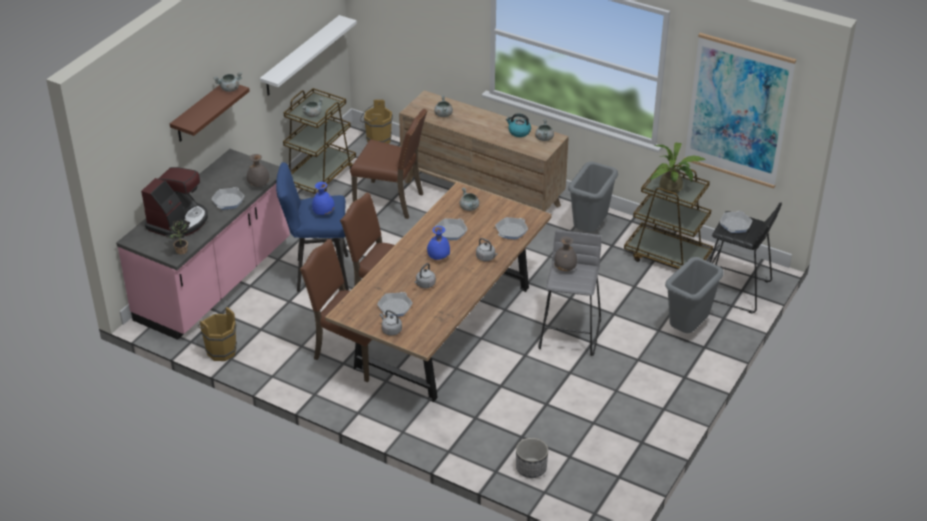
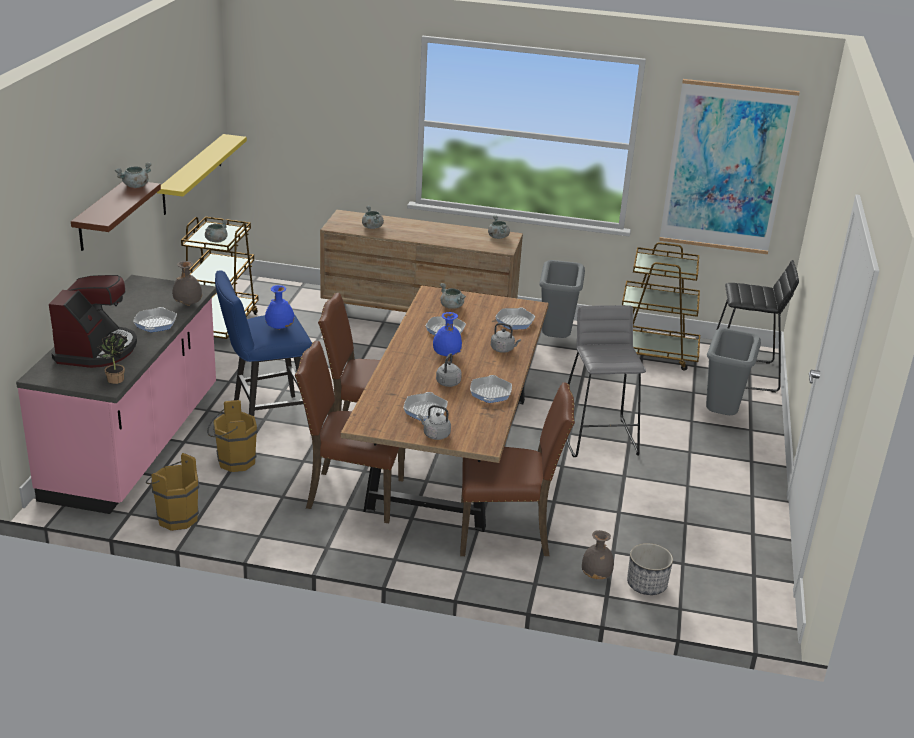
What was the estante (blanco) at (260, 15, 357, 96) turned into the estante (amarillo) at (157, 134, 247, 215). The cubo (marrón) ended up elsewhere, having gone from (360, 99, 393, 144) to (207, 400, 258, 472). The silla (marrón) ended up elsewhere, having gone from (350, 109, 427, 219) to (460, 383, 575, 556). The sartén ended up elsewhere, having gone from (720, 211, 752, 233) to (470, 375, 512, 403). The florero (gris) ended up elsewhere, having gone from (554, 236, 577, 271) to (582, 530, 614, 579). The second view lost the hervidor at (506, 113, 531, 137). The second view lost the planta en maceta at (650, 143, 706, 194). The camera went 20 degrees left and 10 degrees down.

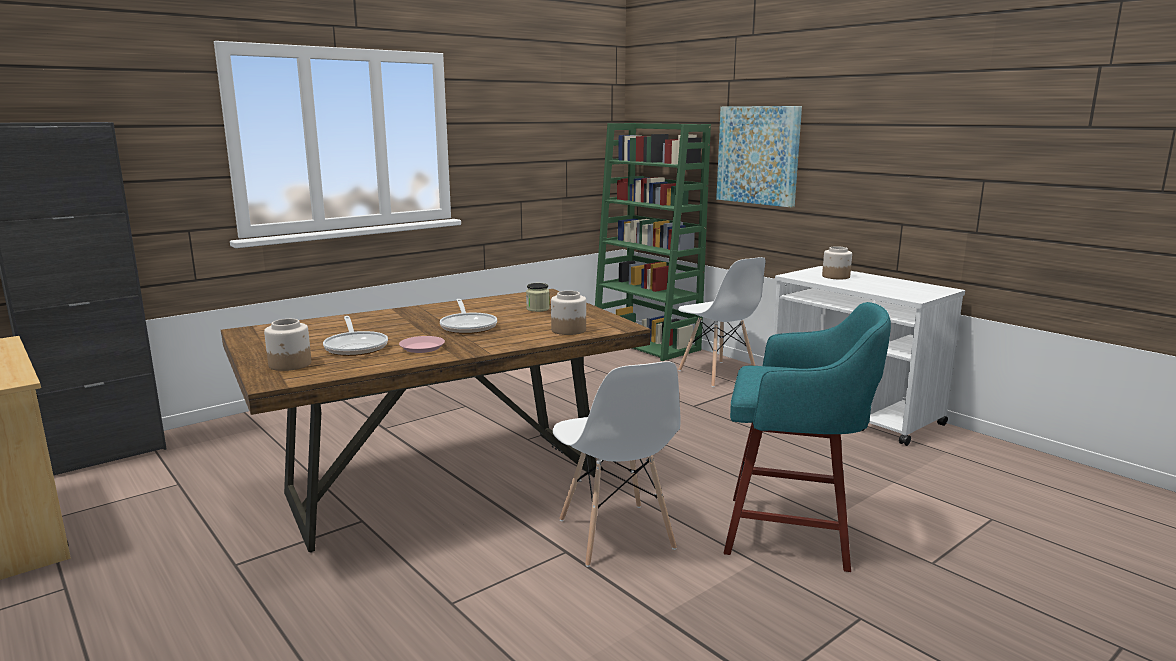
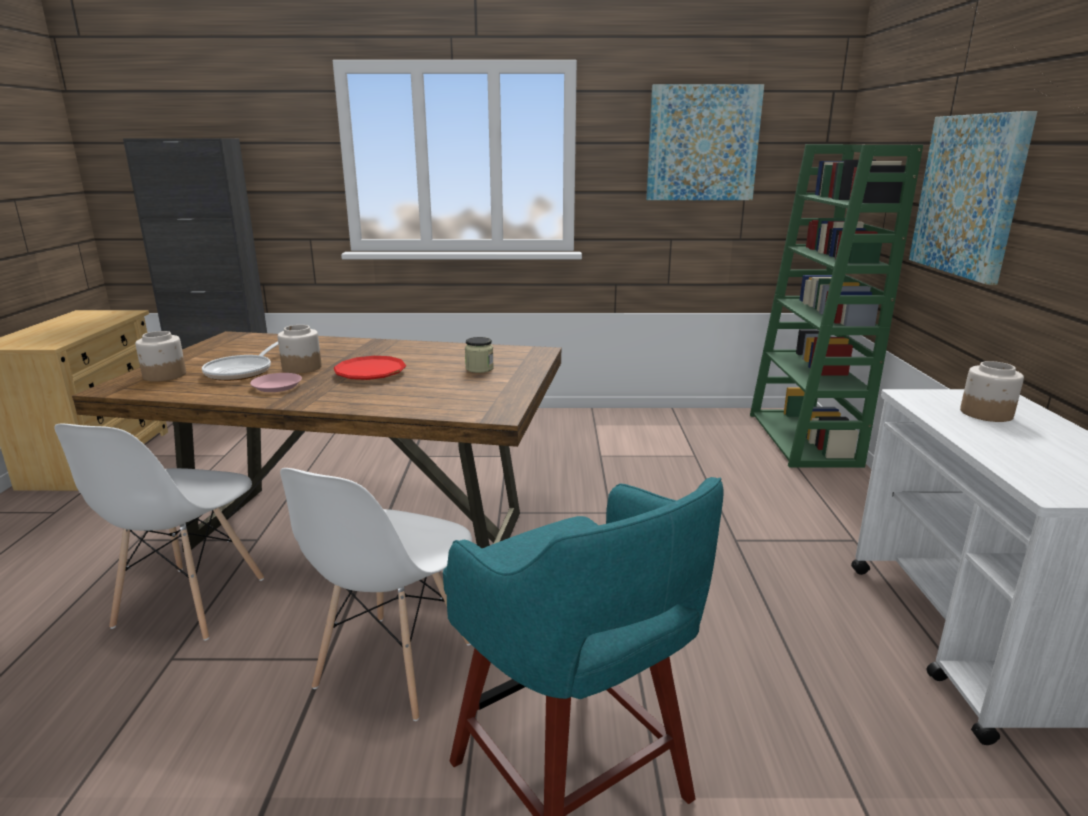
The silla (blanco) ended up elsewhere, having gone from (678, 257, 766, 387) to (54, 424, 264, 641). The tarro ended up elsewhere, having gone from (551, 291, 586, 335) to (277, 325, 322, 373). Where the sartén stood at (440, 299, 497, 334), the plato (rojo) came to stand at (334, 356, 406, 380). The second view gained the cuadro at (646, 84, 764, 200). The camera went 40 degrees right and 5 degrees up.

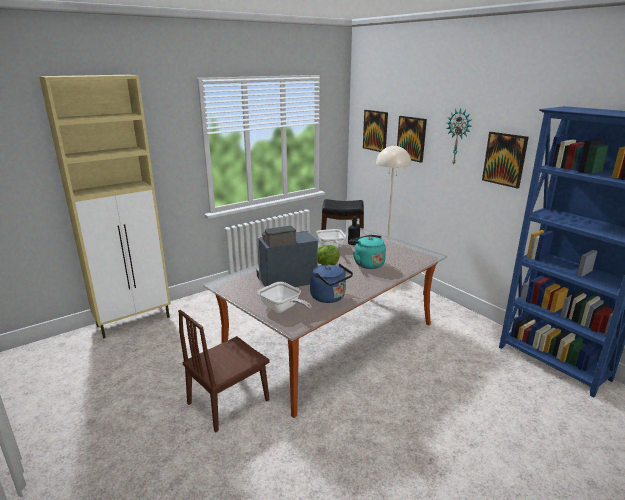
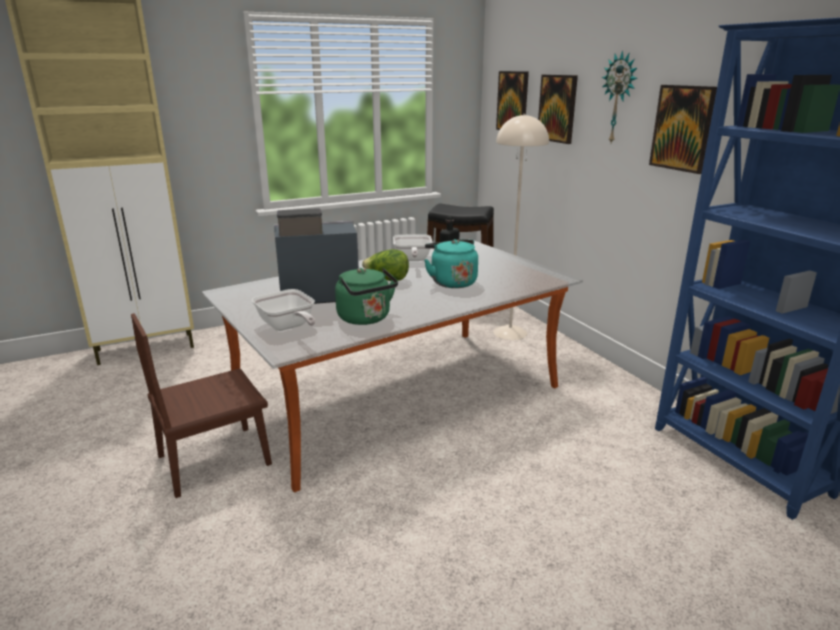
What was the hervidor (azul) at (310, 264, 353, 303) turned into the hervidor (verde) at (335, 268, 398, 325). The camera went 10 degrees right and 0 degrees up.

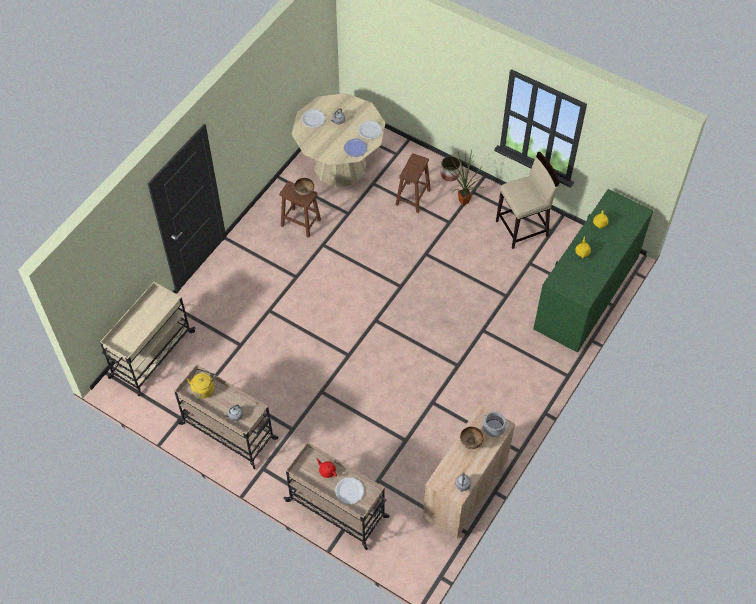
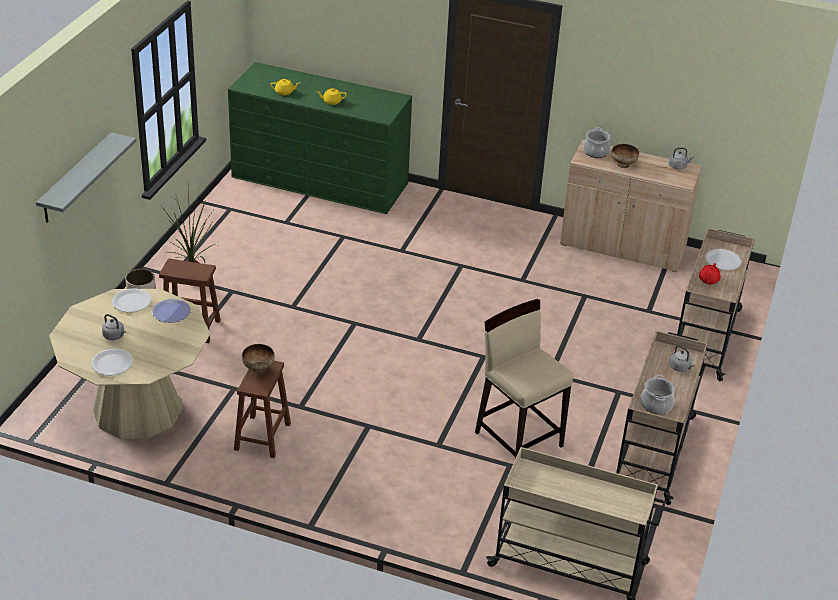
The second view gained the estante (gris) at (36, 132, 136, 223). The taburete (beis) ended up elsewhere, having gone from (496, 152, 560, 249) to (475, 299, 573, 459). Where the hervidor (amarillo) stood at (187, 369, 216, 399), the olla came to stand at (640, 375, 675, 414). The camera went 105 degrees left and 20 degrees down.

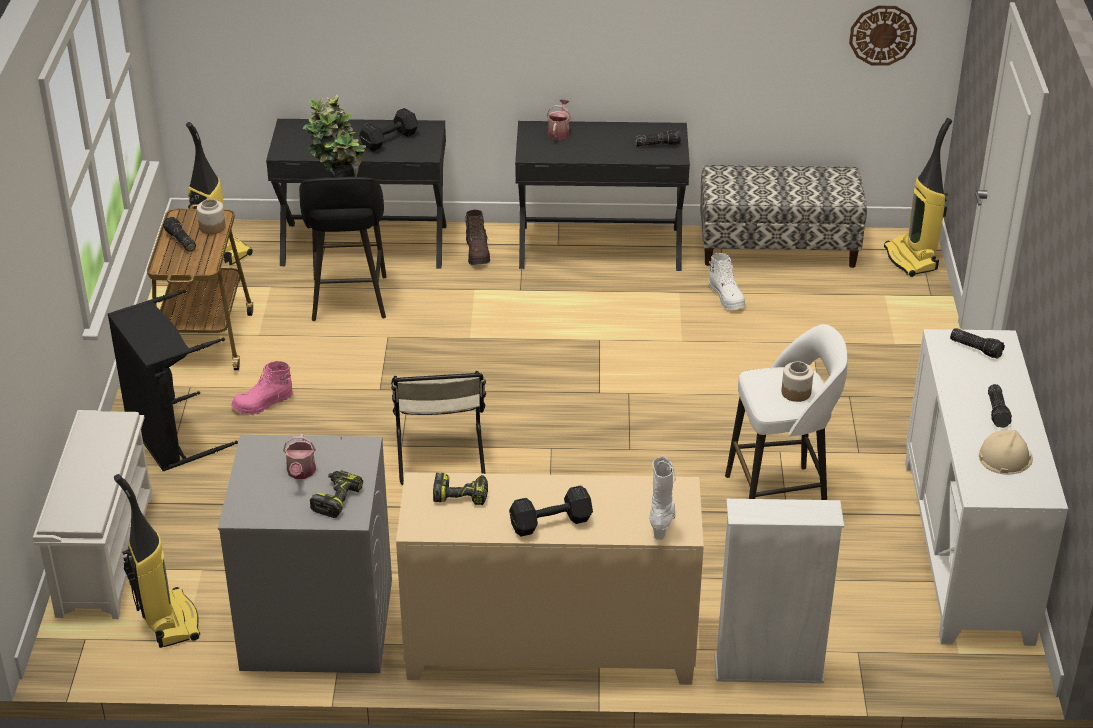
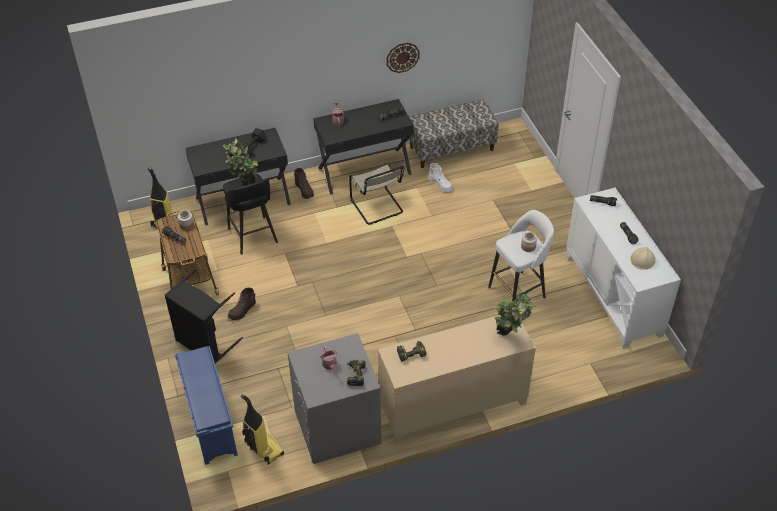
What was the zapatero (blanco) at (33, 410, 153, 619) turned into the zapatero (azul) at (175, 346, 238, 465). What was the bota (rosa) at (231, 361, 293, 415) turned into the bota (marrón) at (228, 287, 256, 320). The silla (beis) ended up elsewhere, having gone from (391, 371, 486, 485) to (349, 163, 404, 225). The reloj de pared ended up elsewhere, having gone from (849, 6, 917, 66) to (387, 43, 420, 73). Where the bota (blanco) stood at (649, 456, 676, 540), the planta en maceta came to stand at (494, 293, 536, 336). The second view lost the mancuerna (negro) at (509, 485, 593, 537). The second view lost the estantería (blanco) at (715, 499, 844, 683). The second view lost the aspiradora at (884, 118, 952, 277). The camera went 20 degrees left and 10 degrees up.

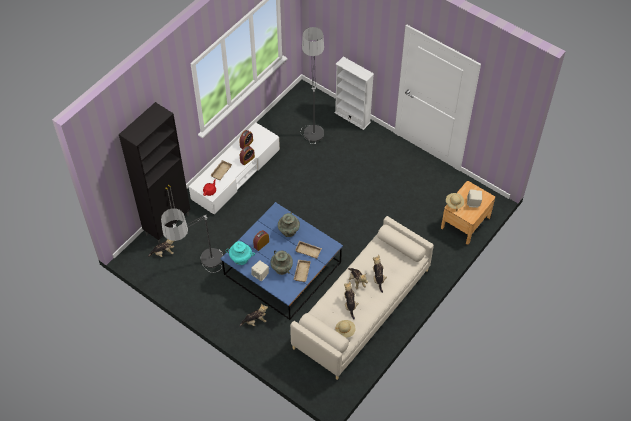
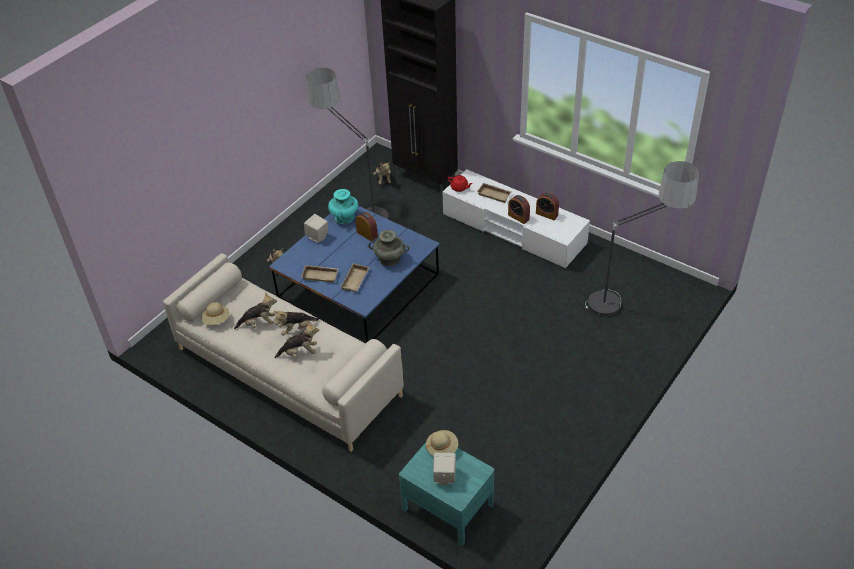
What was the mesita de noche (marrón) at (441, 181, 495, 245) turned into the mesita de noche (turquesa) at (399, 442, 494, 546). The second view lost the florero (turquesa) at (270, 250, 293, 275). The second view lost the estantería (blanco) at (334, 57, 374, 130). The camera went 90 degrees right and 10 degrees down.

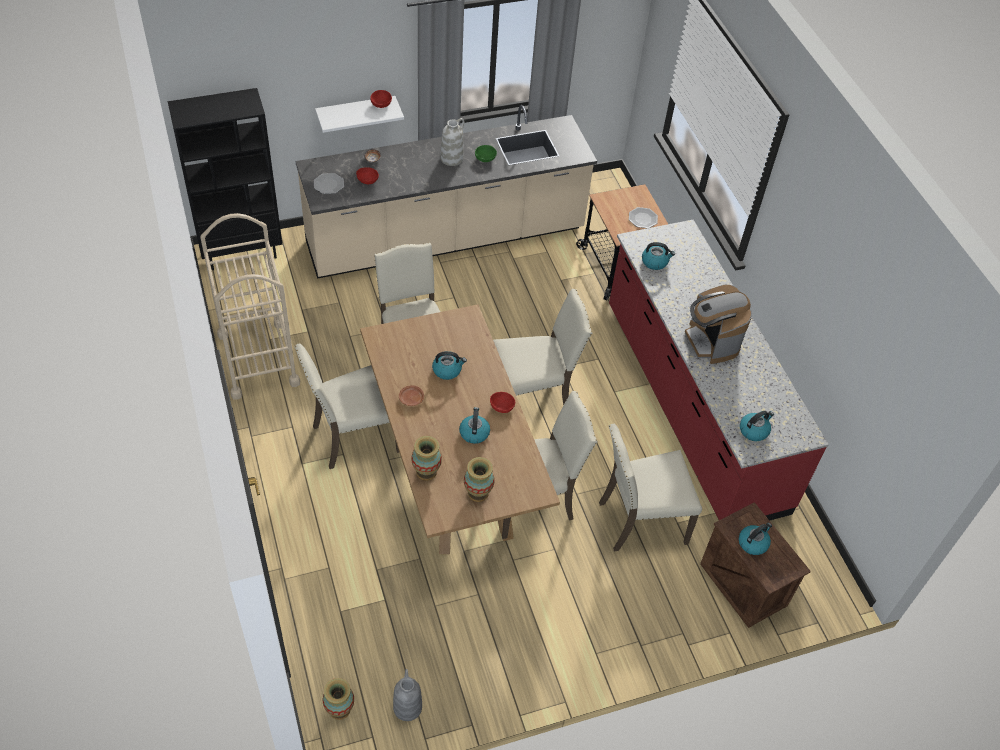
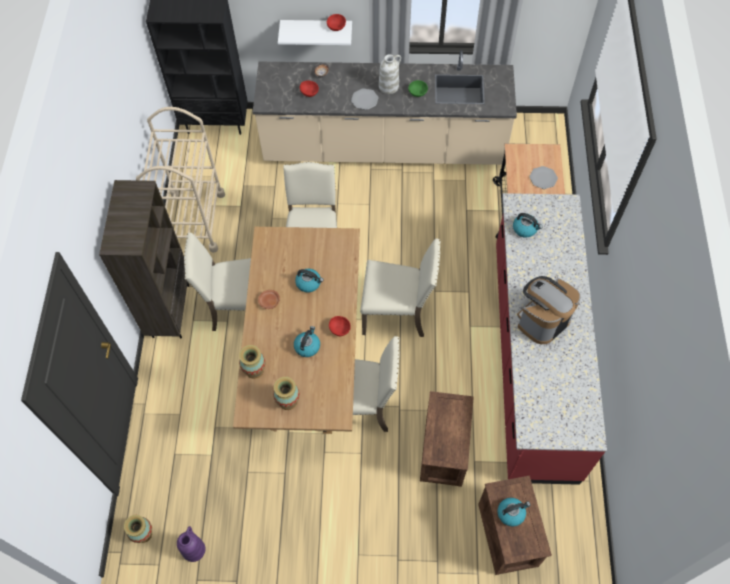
The second view gained the estantería (marrón) at (99, 180, 189, 339). What was the florero (gris) at (393, 669, 422, 721) turned into the florero (morado) at (177, 526, 205, 562). The plato ended up elsewhere, having gone from (314, 173, 344, 194) to (351, 88, 379, 110). Where the silla (beis) stood at (599, 424, 702, 552), the caja de embalaje came to stand at (420, 391, 474, 487). The cafetera at (685, 285, 752, 364) ended up facing another way, 45 degrees clockwise from before. The second view lost the hervidor at (740, 411, 774, 441). The camera went 25 degrees right and 10 degrees up.

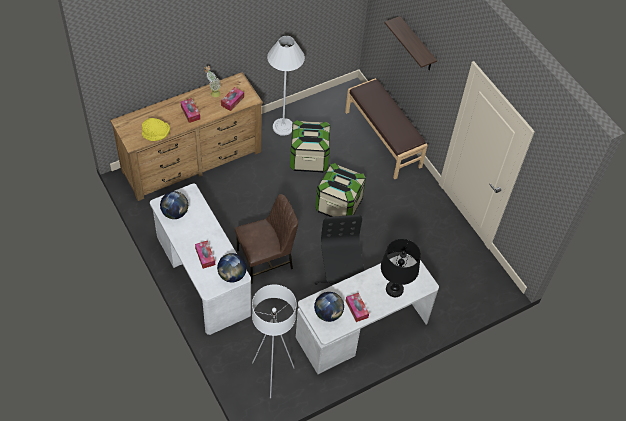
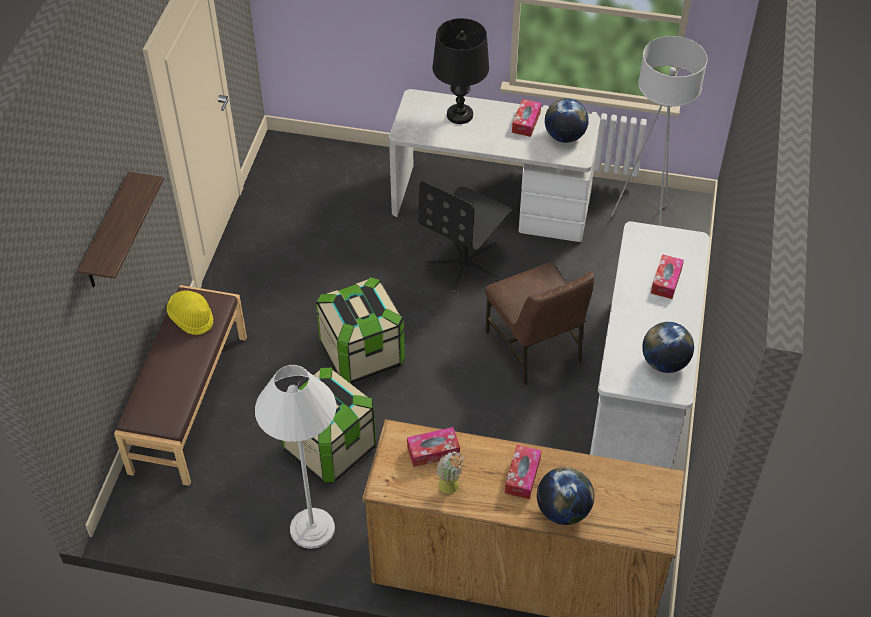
The sombrero (amarillo) ended up elsewhere, having gone from (142, 118, 170, 141) to (167, 290, 213, 335). The silla (marrón) at (235, 194, 298, 284) ended up facing another way, 135 degrees counterclockwise from before. The globo terráqueo ended up elsewhere, having gone from (217, 253, 247, 283) to (537, 467, 594, 525). The camera went 135 degrees left and 5 degrees down.

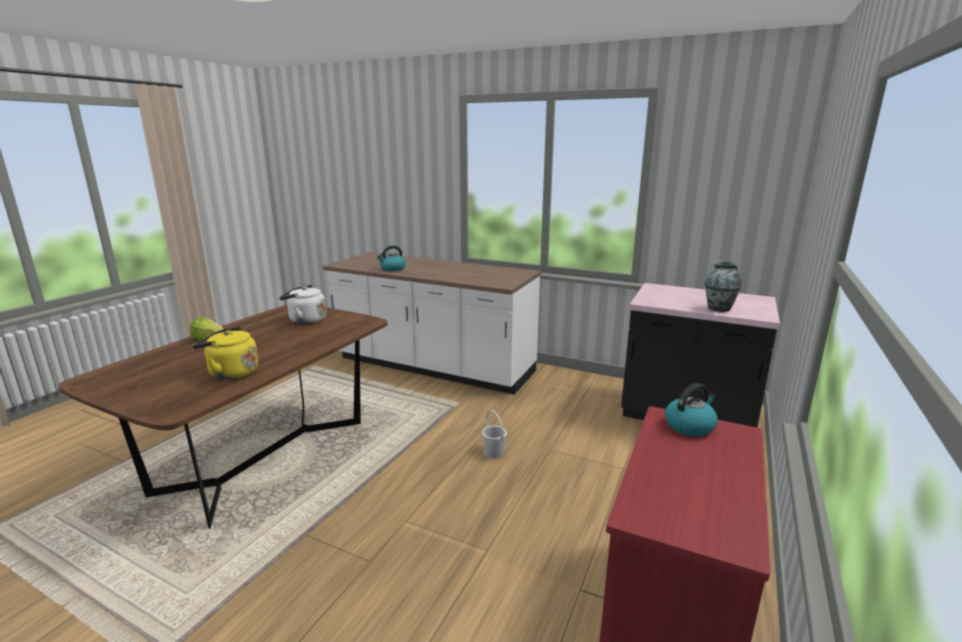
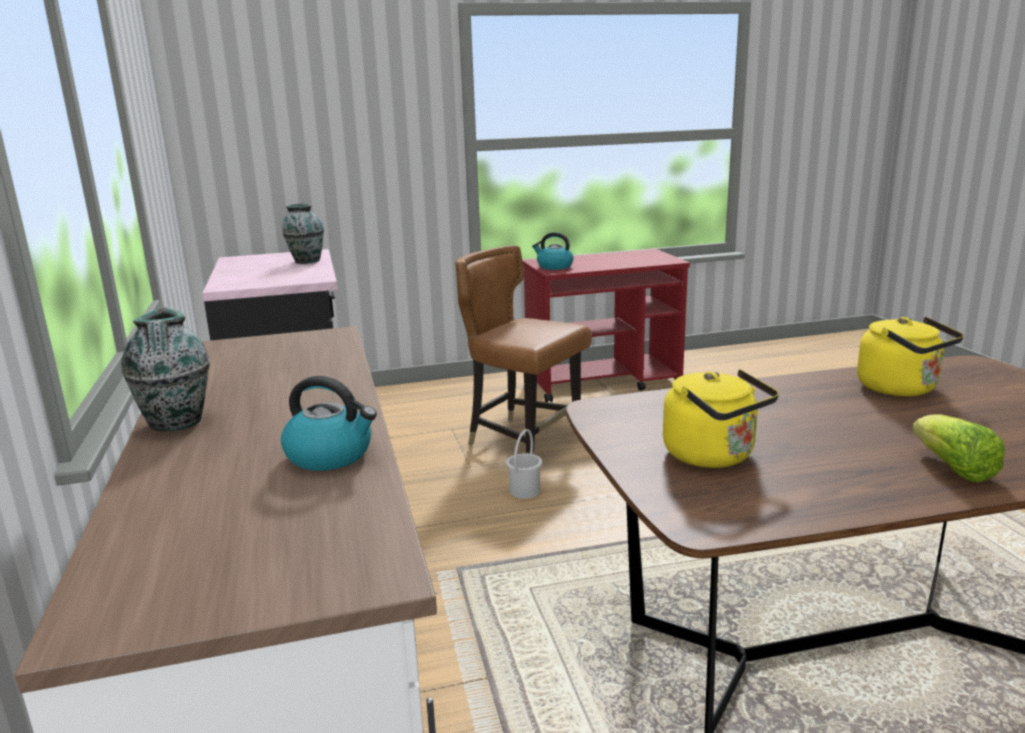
The second view gained the florero at (121, 307, 210, 431). The second view gained the silla (marrón) at (455, 245, 592, 454). What was the hervidor (blanco) at (279, 285, 326, 324) turned into the hervidor (amarillo) at (663, 369, 779, 468). The camera went 130 degrees left and 0 degrees up.

